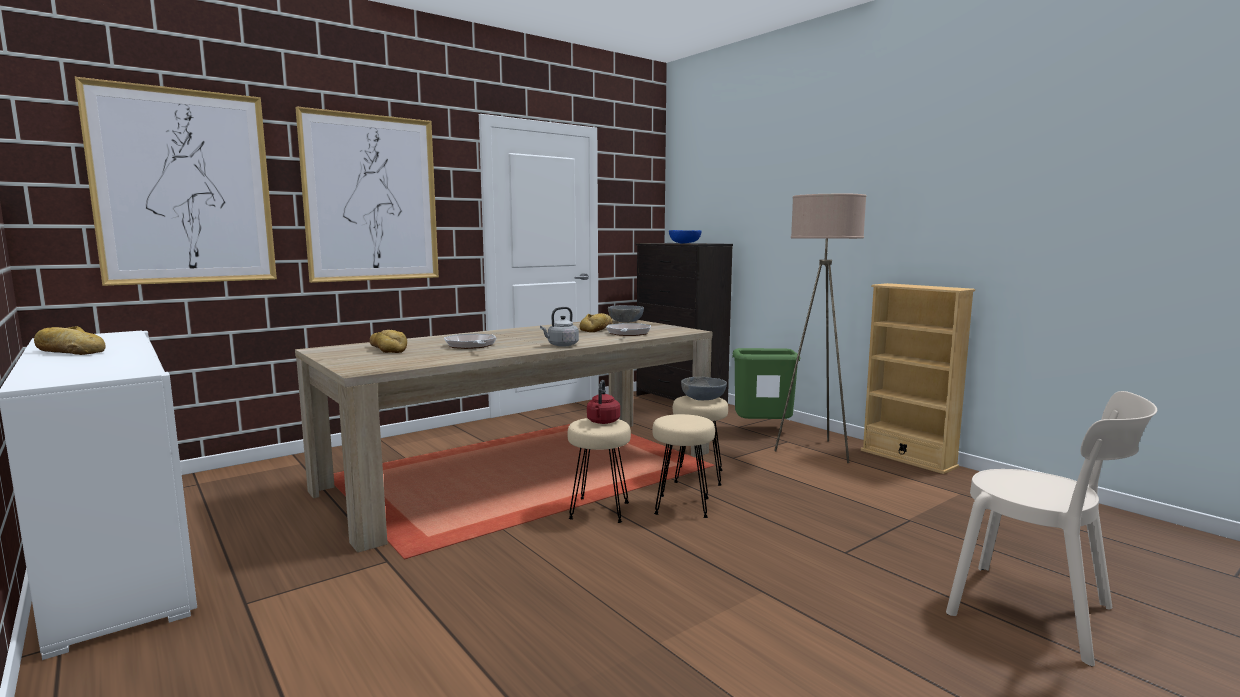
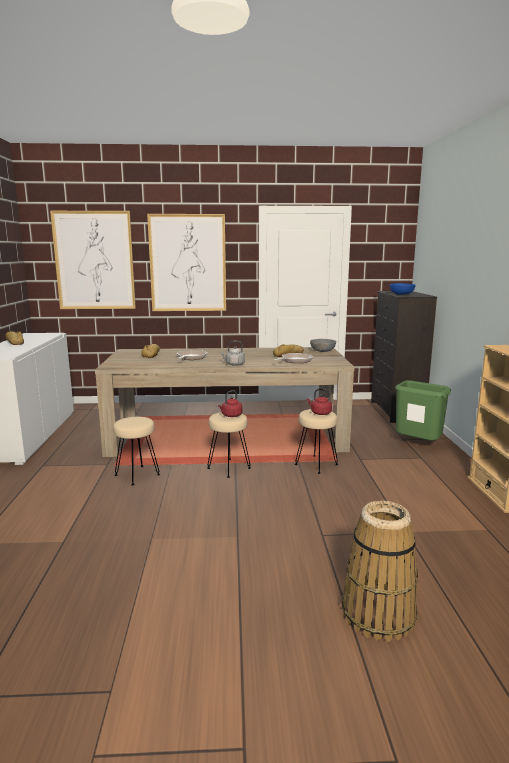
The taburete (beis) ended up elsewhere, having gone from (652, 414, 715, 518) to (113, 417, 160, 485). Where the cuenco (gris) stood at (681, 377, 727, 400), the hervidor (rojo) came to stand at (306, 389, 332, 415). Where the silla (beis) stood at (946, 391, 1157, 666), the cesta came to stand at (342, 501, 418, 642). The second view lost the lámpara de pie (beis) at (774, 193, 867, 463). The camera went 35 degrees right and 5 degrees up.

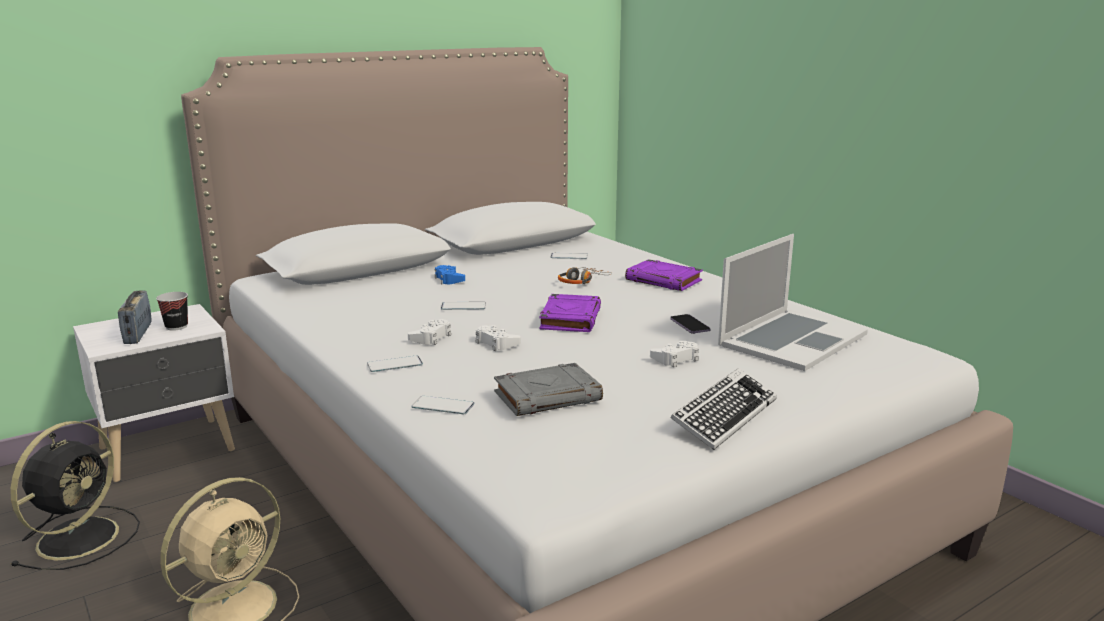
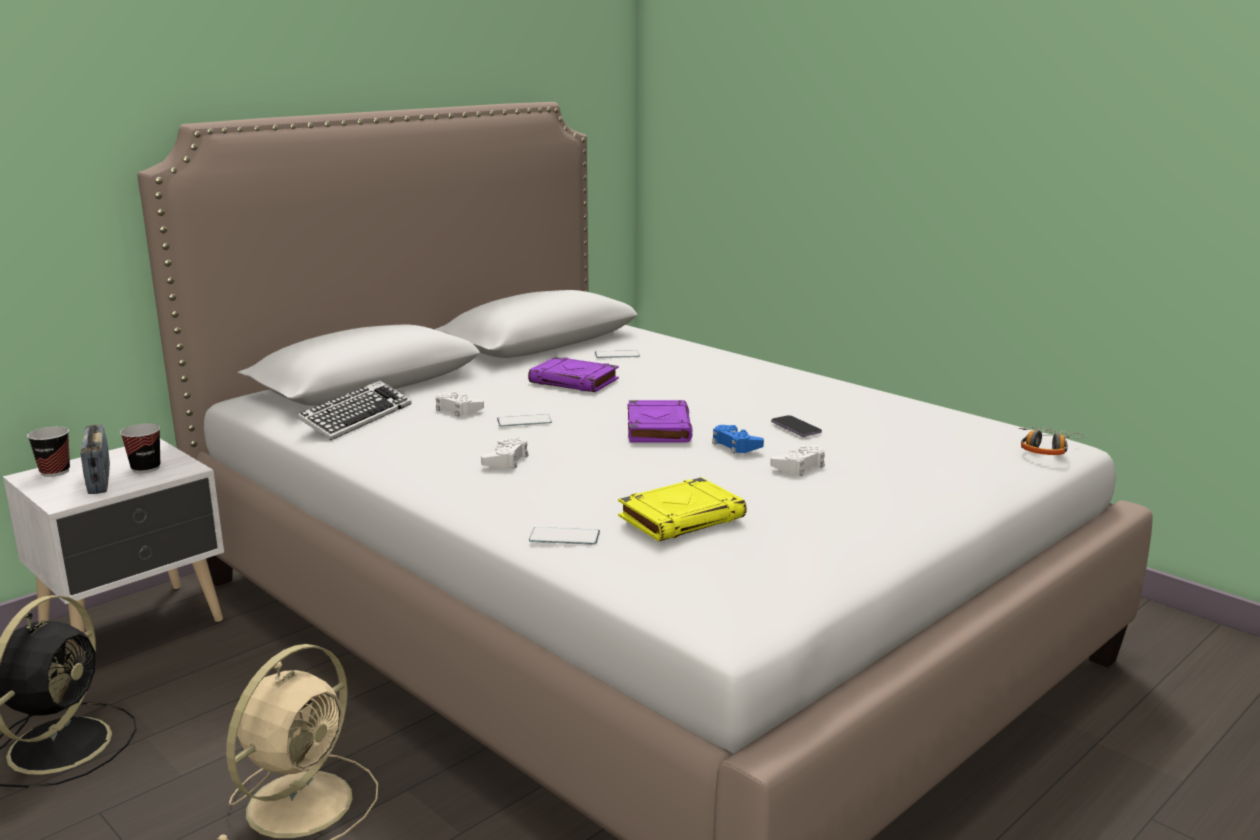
The second view gained the taza at (27, 426, 70, 477). The teclado ended up elsewhere, having gone from (671, 368, 777, 450) to (297, 381, 411, 440). The mando de consola (blanco) ended up elsewhere, having gone from (475, 325, 521, 351) to (436, 391, 484, 417). The libro (morado) ended up elsewhere, having gone from (625, 259, 703, 291) to (528, 357, 619, 392). What was the libro (gris) at (494, 363, 603, 416) turned into the libro (amarillo) at (618, 477, 747, 541). The mando de consola (azul) ended up elsewhere, having gone from (434, 265, 465, 285) to (712, 425, 764, 454). The auriculares ended up elsewhere, having gone from (558, 267, 612, 284) to (1019, 427, 1084, 455). The second view lost the móvil at (367, 356, 423, 372). The second view lost the portátil at (718, 234, 868, 371). The camera went 10 degrees left and 0 degrees up.

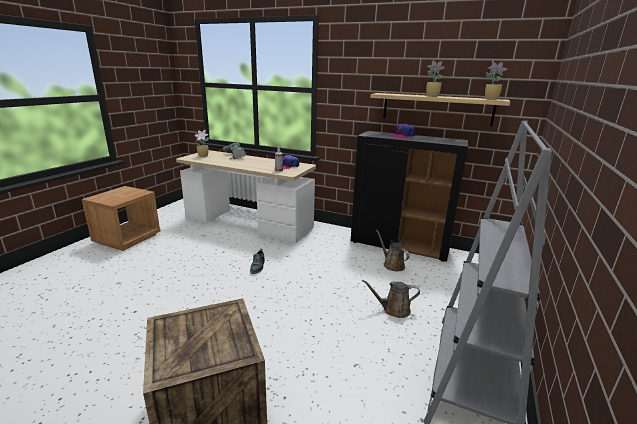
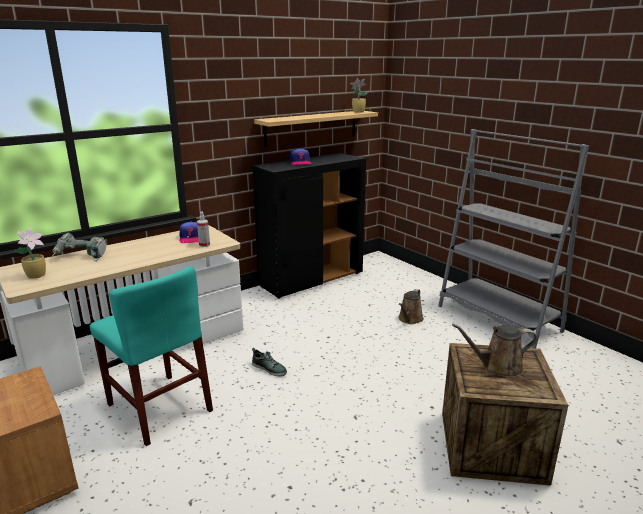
The second view gained the silla (turquesa) at (90, 266, 213, 446). The regadera (marrón) ended up elsewhere, having gone from (376, 230, 410, 271) to (452, 324, 537, 378). The second view lost the planta en maceta at (426, 61, 445, 97). The camera went 60 degrees left and 0 degrees up.

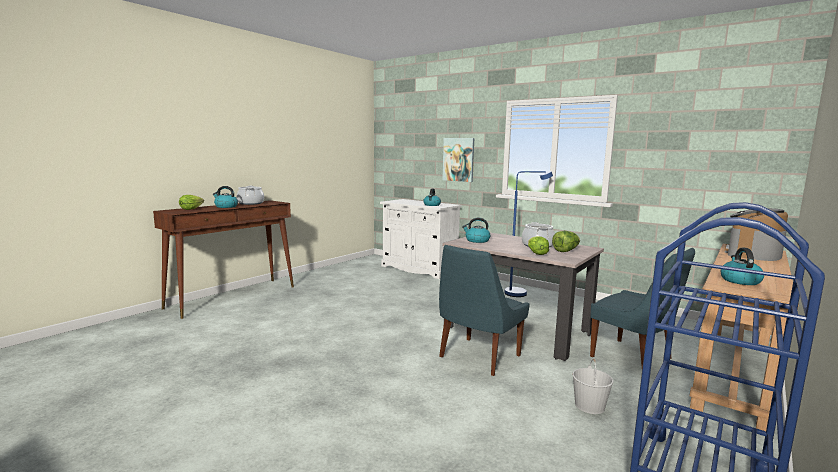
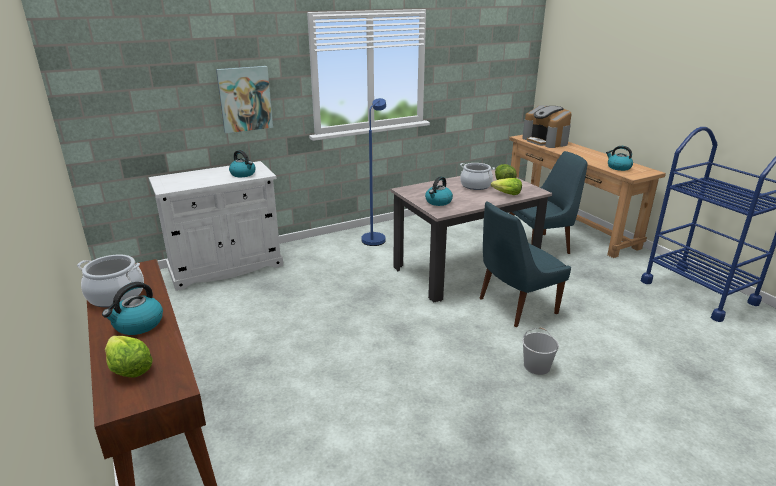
The silla (azul) at (439, 245, 529, 376) ended up facing another way, 90 degrees clockwise from before. The cubo (blanco) ended up elsewhere, having gone from (572, 359, 613, 414) to (522, 327, 559, 375). The camera went 65 degrees left and 15 degrees up.

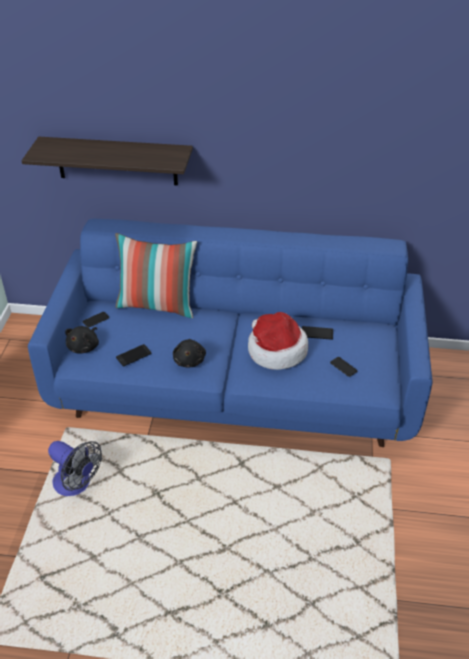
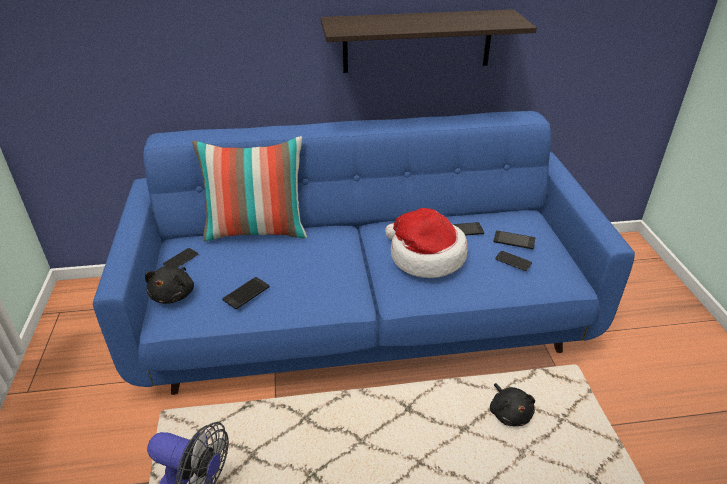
The estante ended up elsewhere, having gone from (22, 137, 193, 186) to (321, 9, 537, 73). The peluche (negro) ended up elsewhere, having gone from (173, 339, 206, 368) to (490, 383, 535, 426). The second view gained the móvil at (493, 231, 535, 249). The camera went 15 degrees left and 5 degrees down.

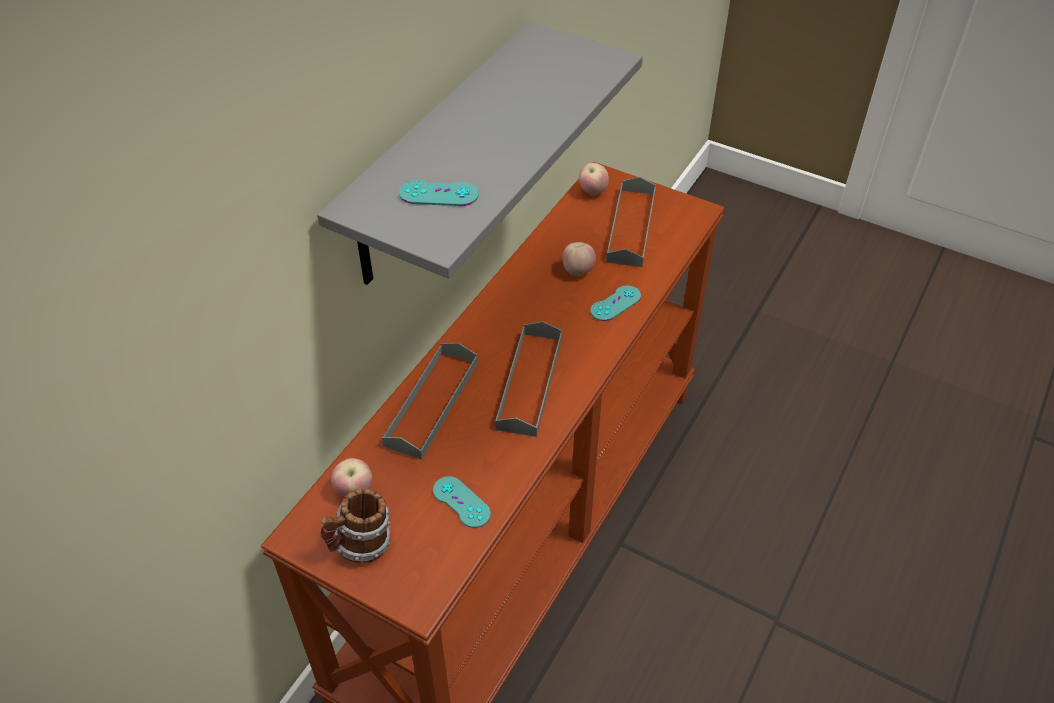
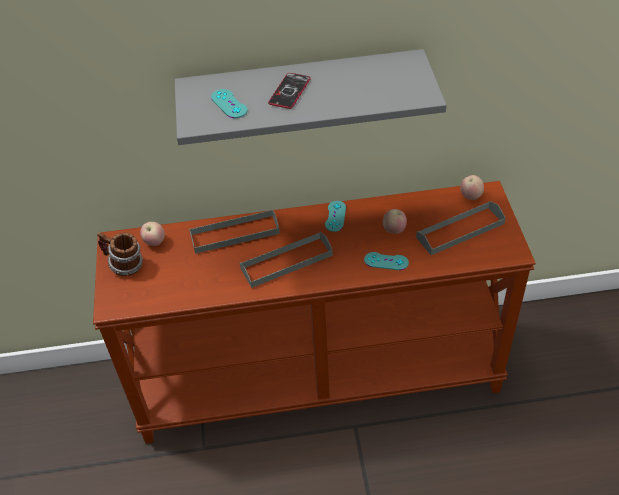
The second view gained the móvil at (268, 73, 311, 109). The mando de consola (turquesa) ended up elsewhere, having gone from (433, 476, 491, 528) to (325, 201, 346, 232). The camera went 55 degrees right and 0 degrees up.

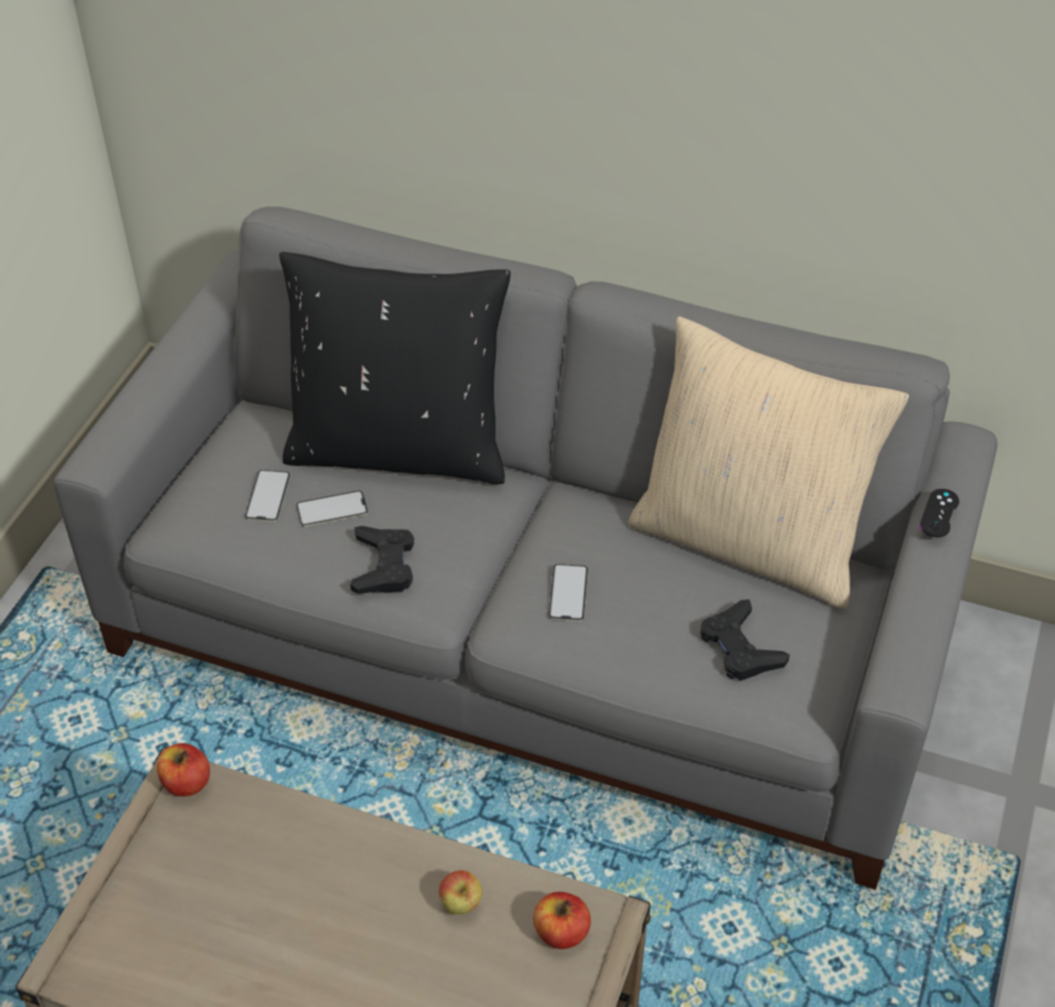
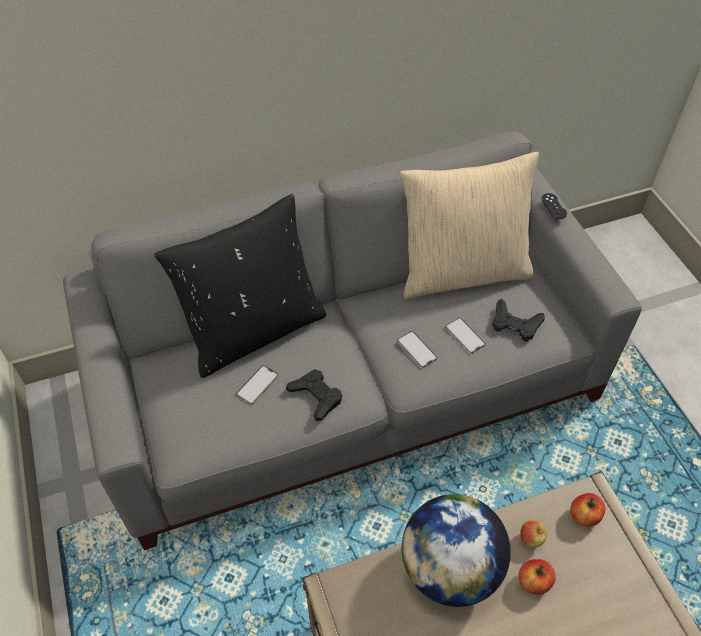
The second view gained the globo terráqueo at (402, 494, 511, 607). The móvil ended up elsewhere, having gone from (245, 470, 290, 522) to (445, 318, 486, 354). The manzana ended up elsewhere, having gone from (157, 743, 210, 797) to (519, 559, 556, 595). The camera went 40 degrees left and 5 degrees up.

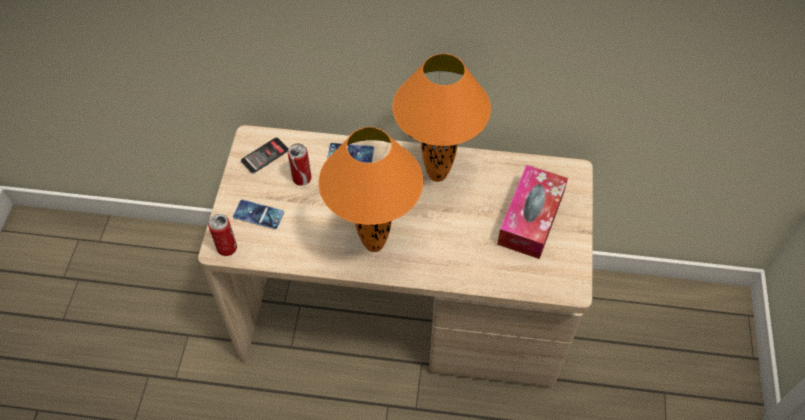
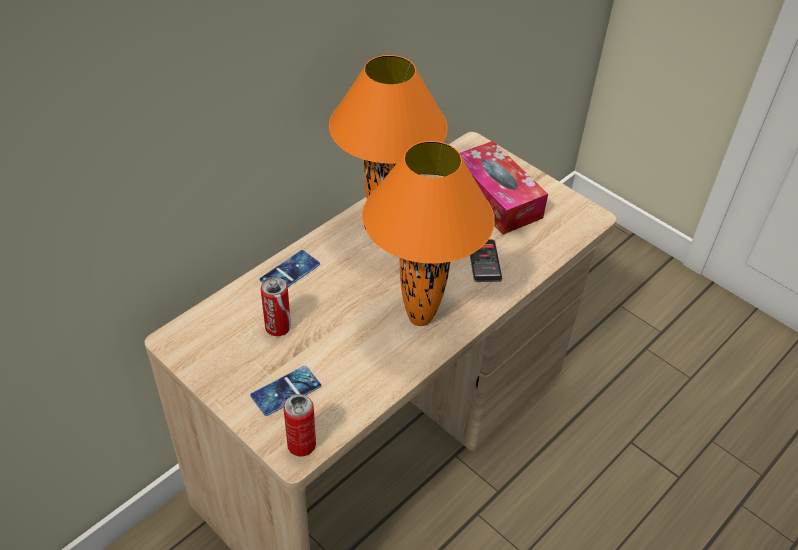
The móvil ended up elsewhere, having gone from (241, 137, 288, 173) to (470, 240, 502, 282). The camera went 55 degrees left and 10 degrees down.

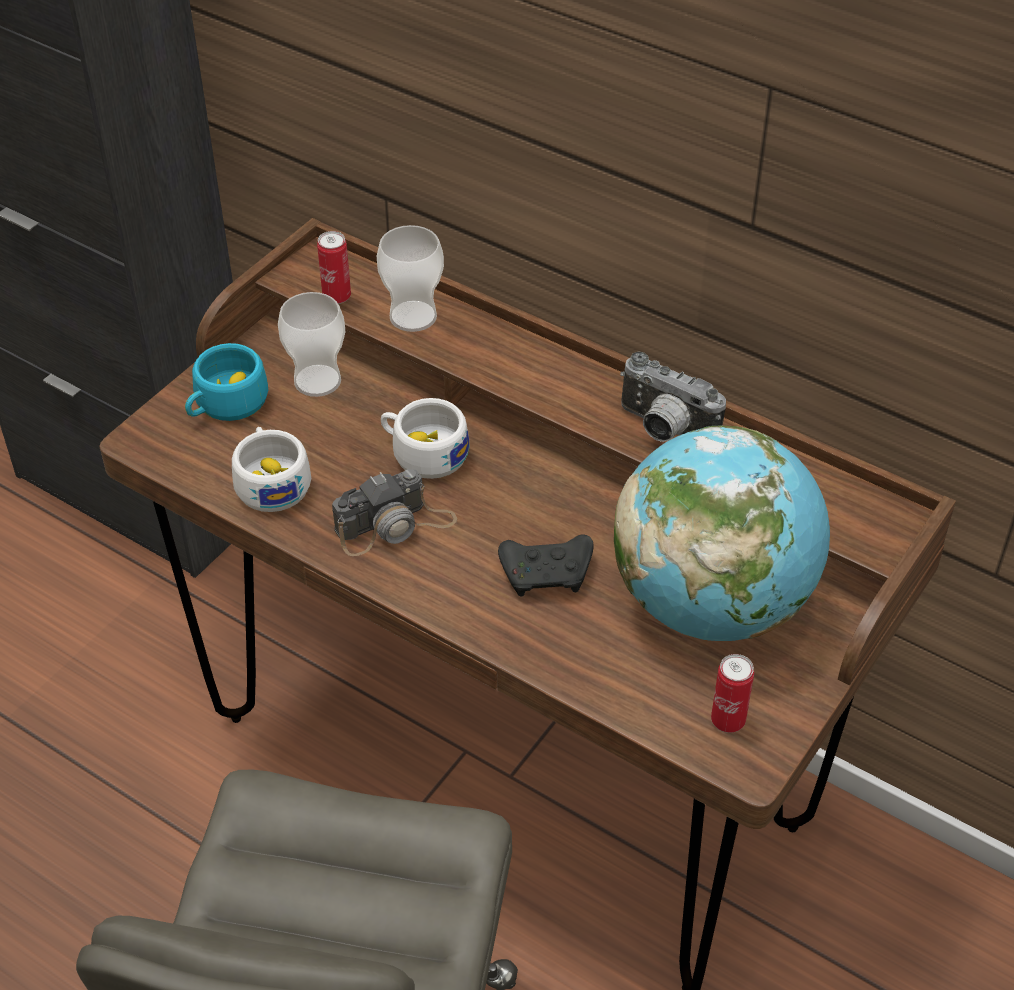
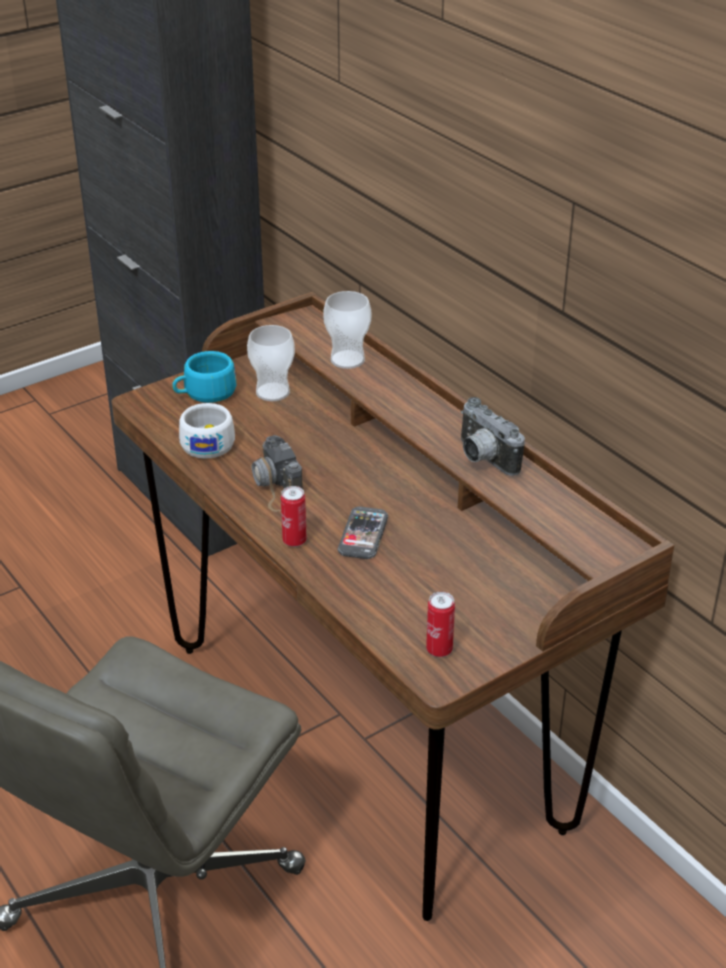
The cámara at (332, 469, 457, 556) ended up facing another way, 75 degrees clockwise from before. The lata ended up elsewhere, having gone from (317, 231, 351, 304) to (281, 486, 307, 547). Where the mando de consola (negro) stood at (498, 534, 593, 596), the móvil came to stand at (338, 506, 388, 559). The second view lost the taza (blanco) at (381, 398, 470, 479). The second view lost the globo terráqueo at (614, 426, 830, 641). The camera went 20 degrees right and 10 degrees down.

